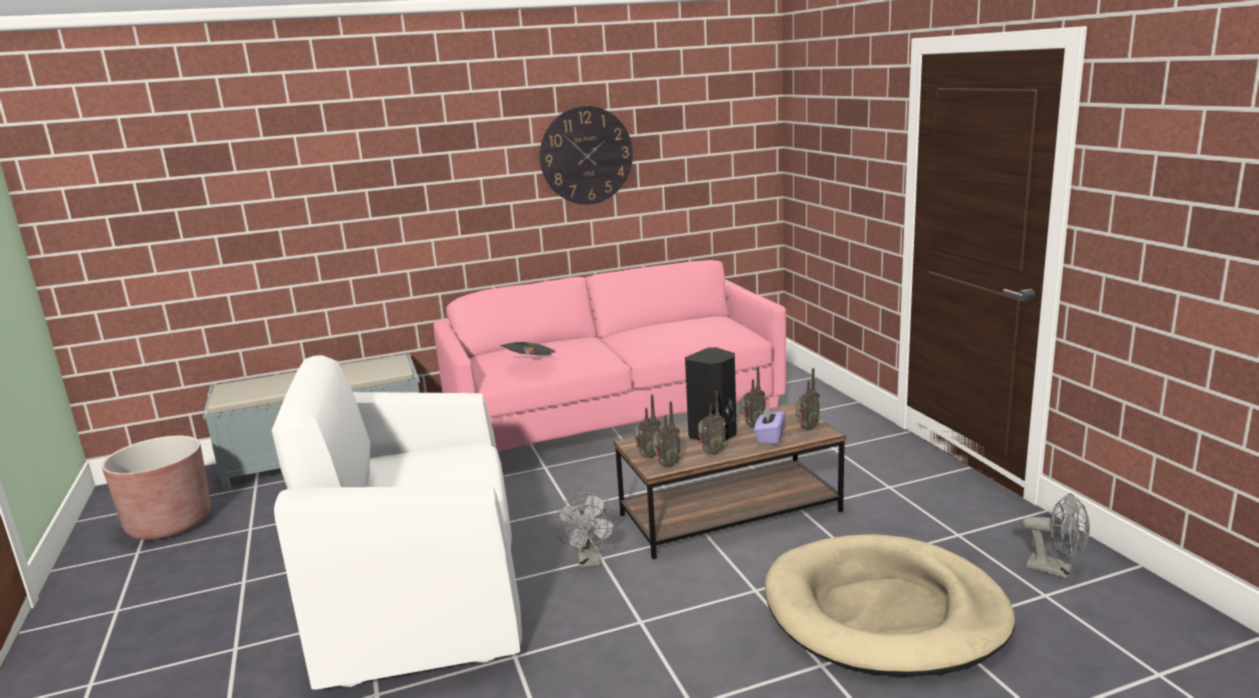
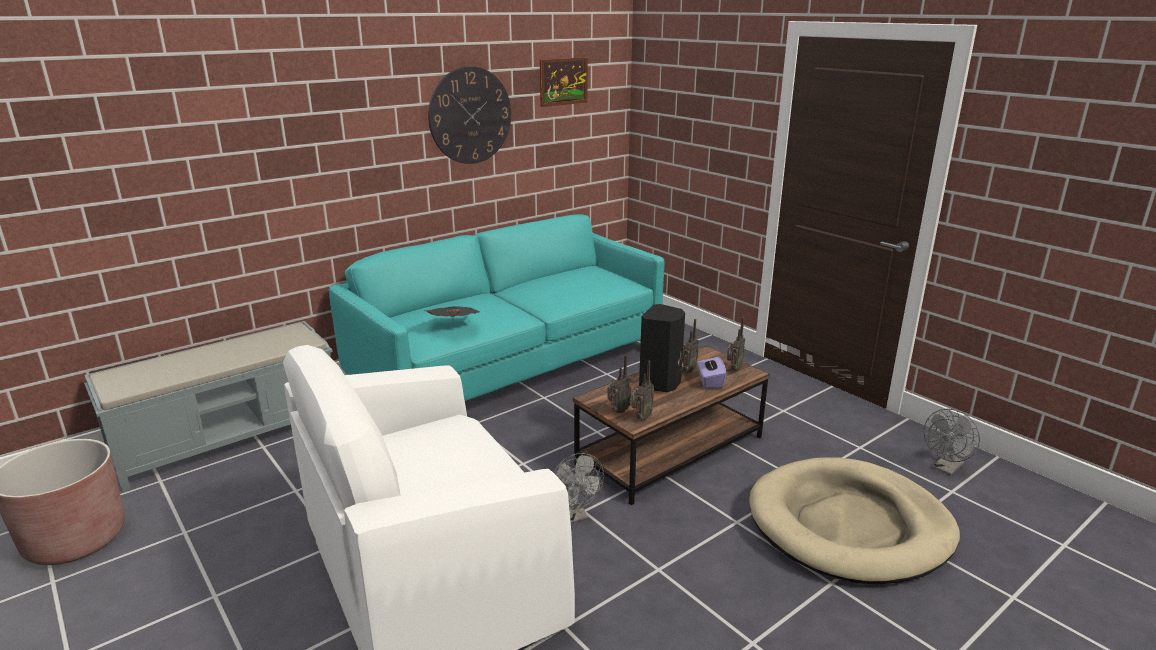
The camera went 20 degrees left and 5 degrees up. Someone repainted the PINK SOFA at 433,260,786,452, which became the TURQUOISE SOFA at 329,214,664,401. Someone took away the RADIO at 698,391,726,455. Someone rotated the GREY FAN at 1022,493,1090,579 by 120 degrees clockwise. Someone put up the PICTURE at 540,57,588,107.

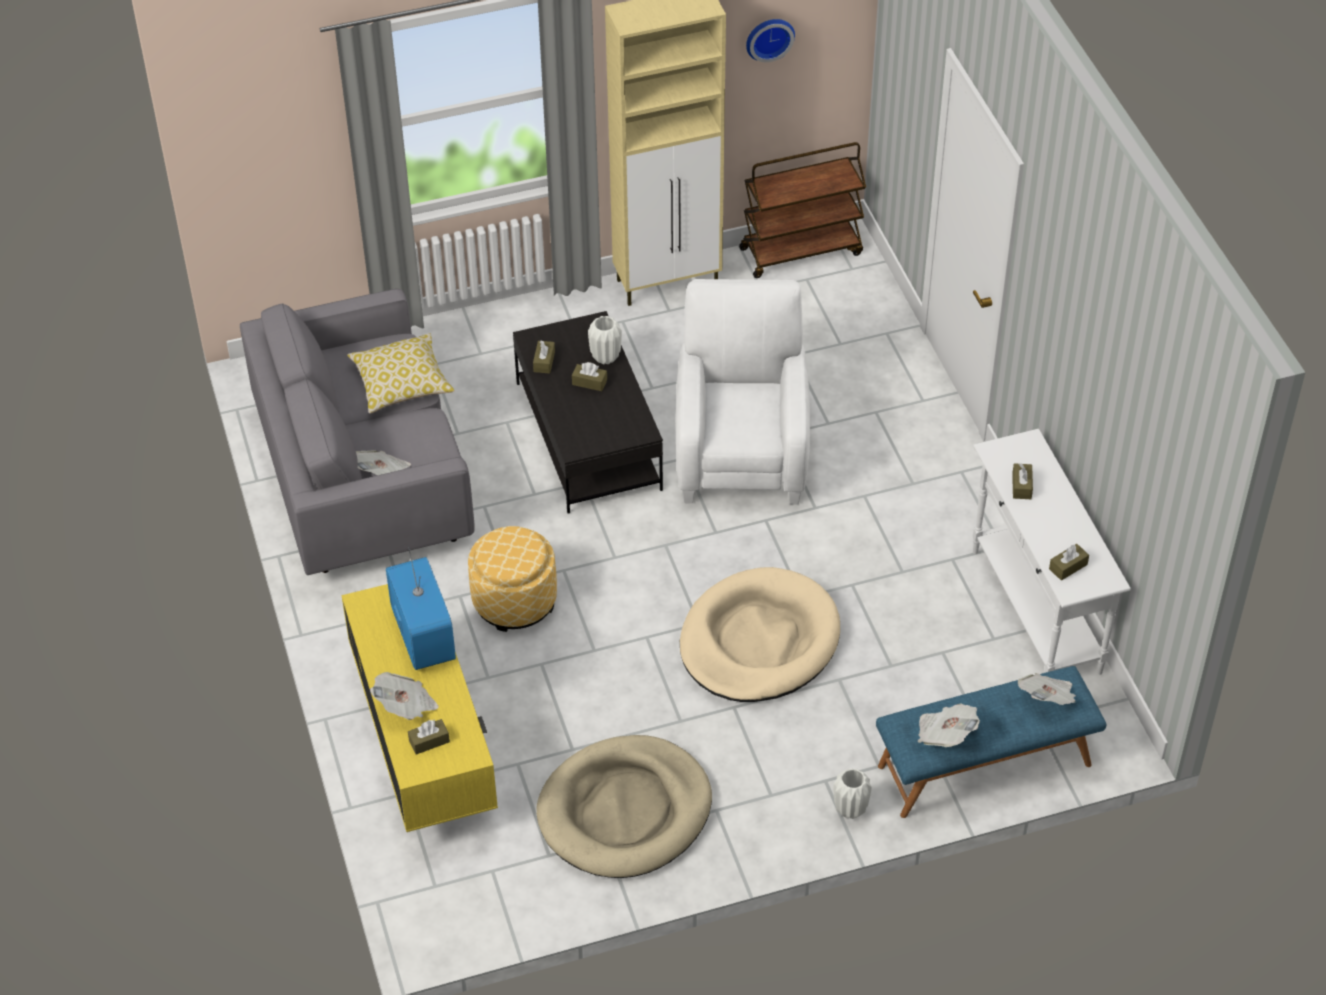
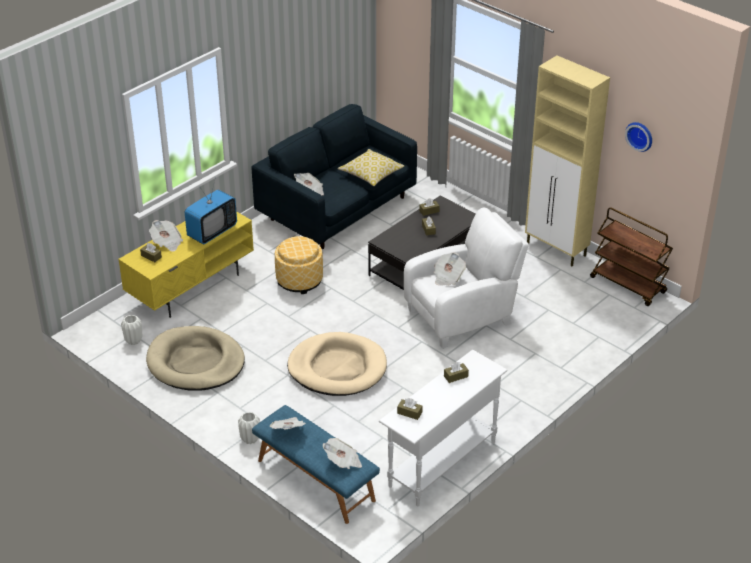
The camera went 60 degrees right and 10 degrees down. Someone repainted the GREY SOFA at 240,289,474,575, which became the BLUE SOFA at 252,104,417,249. Someone carried the WHITE VASE from 588,316,622,364 to 121,315,142,345. Someone put down the NEWSPAPER at 434,252,466,286.

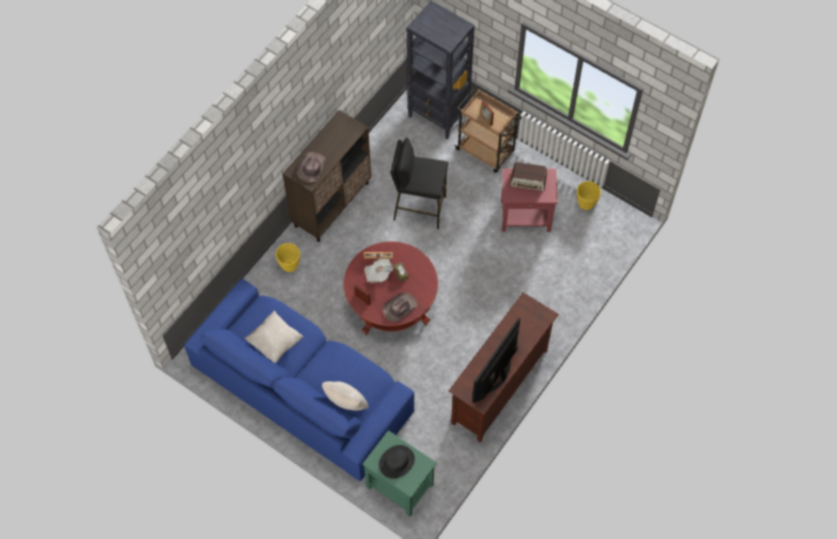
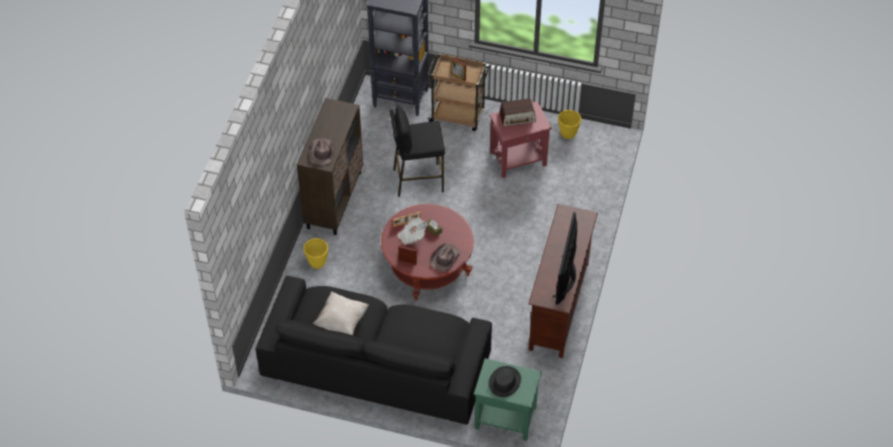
The camera went 20 degrees left and 10 degrees down. Someone repainted the BLUE SOFA at 184,279,414,481, which became the BLACK SOFA at 256,276,492,425. Someone took away the BEIGE PILLOW at 322,381,369,411.

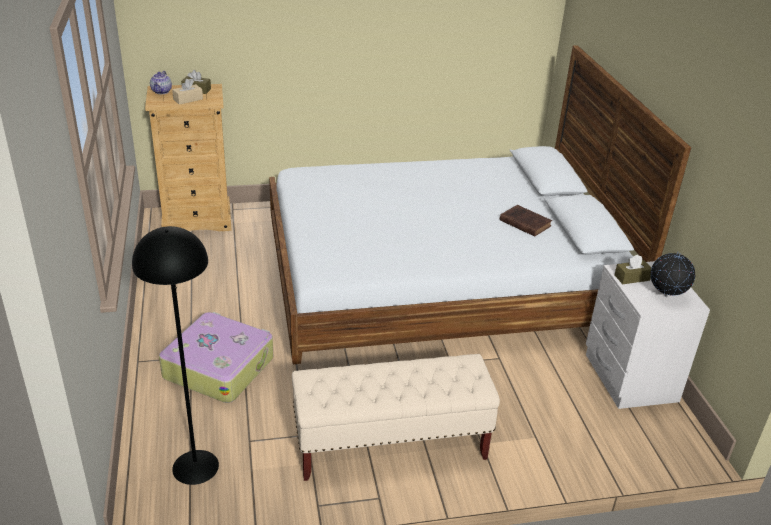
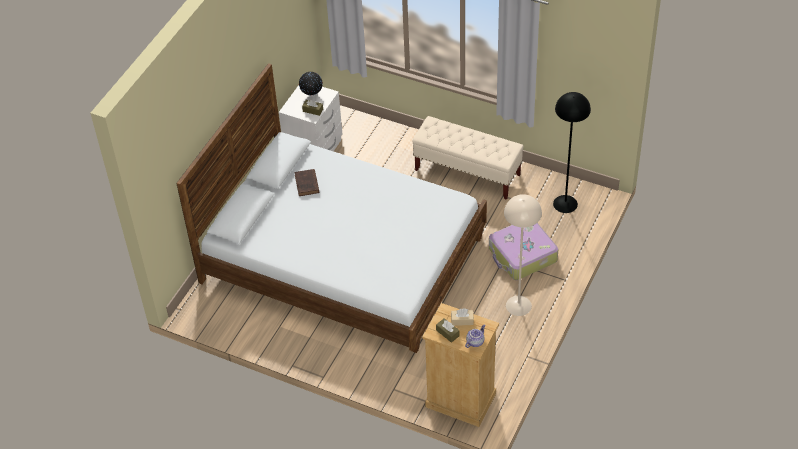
The camera went 140 degrees left and 15 degrees up. Someone put down the BEIGE FLOOR LAMP at 504,194,542,316.

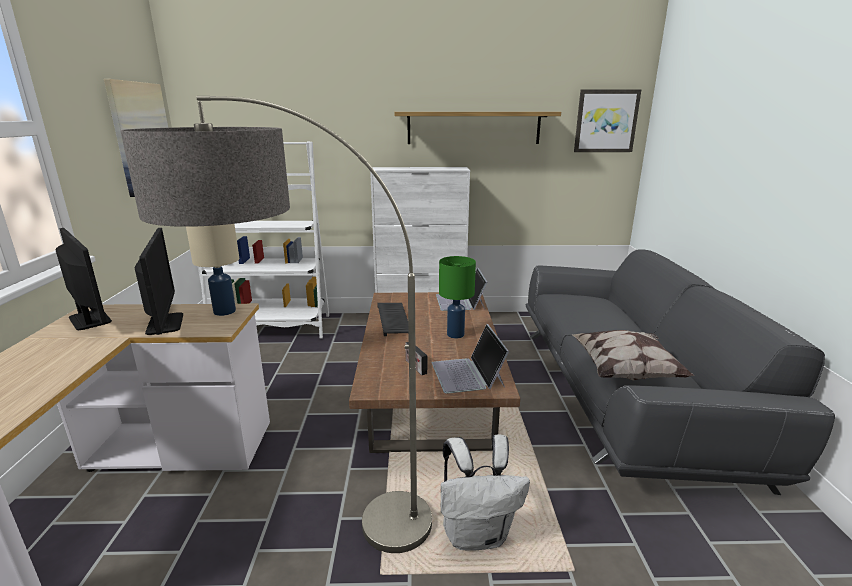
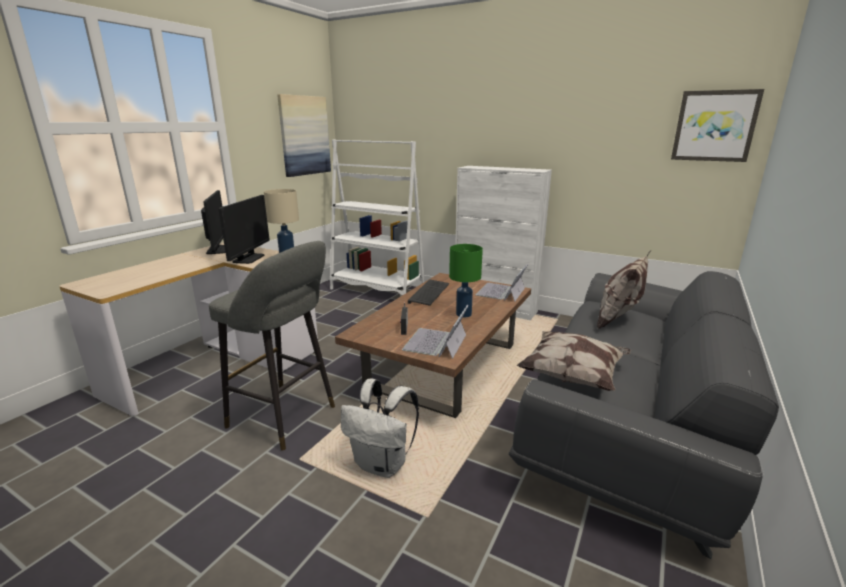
The camera went 30 degrees right and 0 degrees up. Someone swapped the FLOOR LAMP at 120,96,432,553 for the GREY STOOL at 209,241,335,451. Someone took away the SHELF at 394,112,561,144. Someone put down the PILLOW at 597,250,651,329.

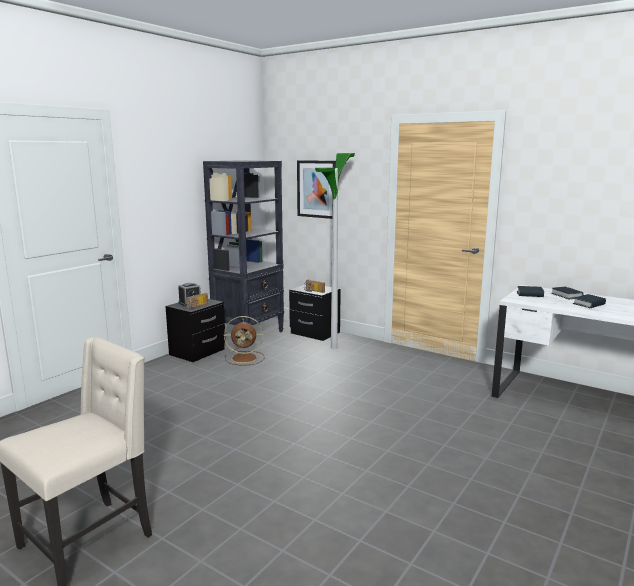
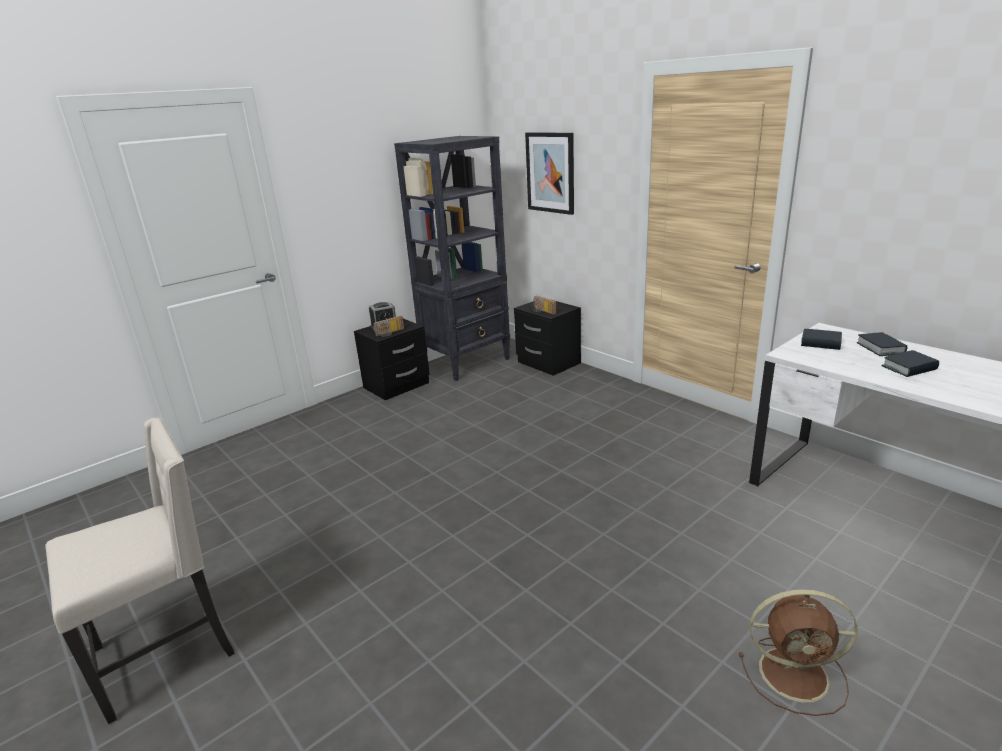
The camera went 15 degrees right and 10 degrees up. Someone took away the FLOOR LAMP at 315,153,355,349. Someone carried the BROWN FAN from 224,316,264,365 to 739,589,858,716.

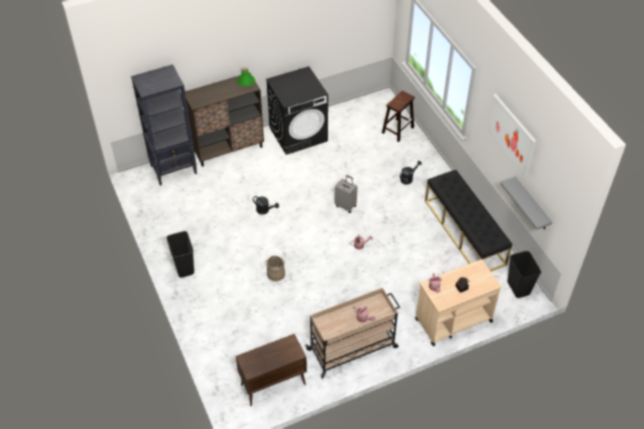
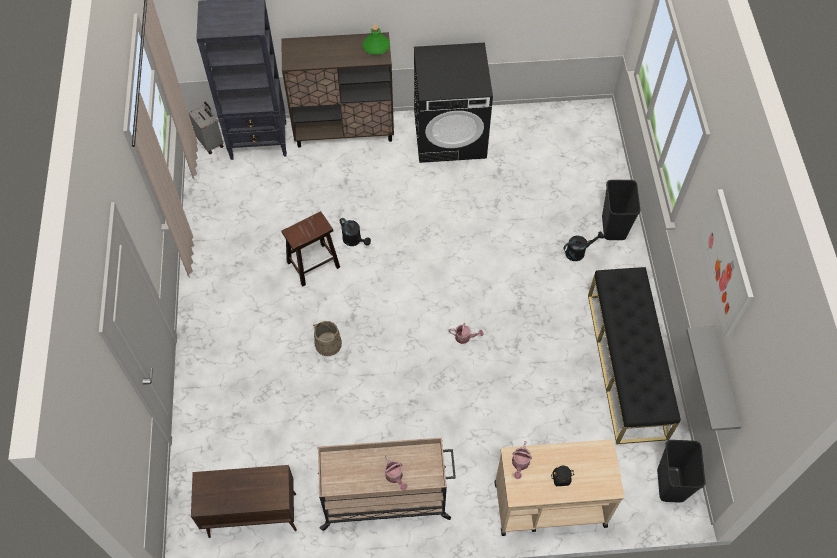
The camera went 20 degrees right and 10 degrees up. Someone carried the BROWN STOOL from 382,91,415,142 to 282,211,340,287. Someone carried the GREY SUITCASE from 335,175,357,213 to 188,102,224,154. Someone carried the BLACK TRASH CAN from 166,231,194,278 to 602,180,641,240.

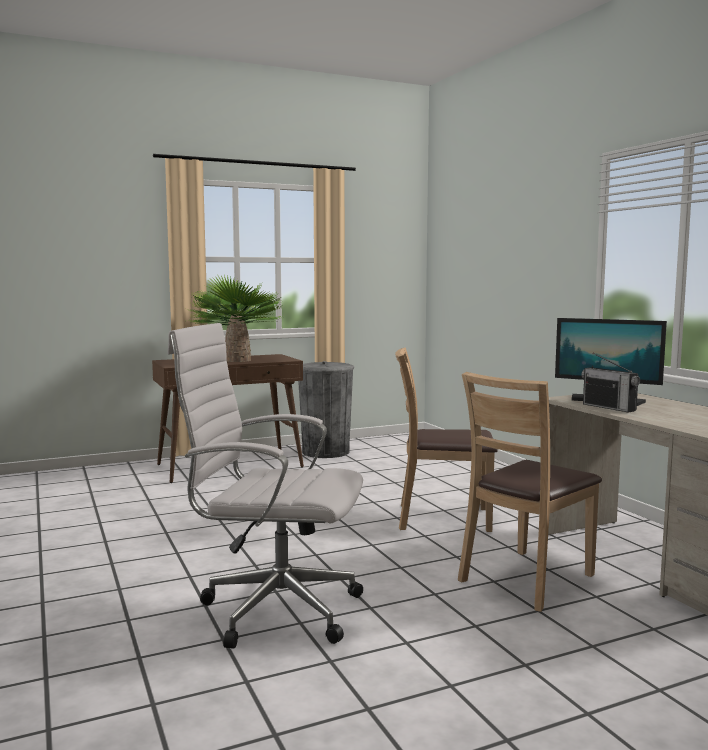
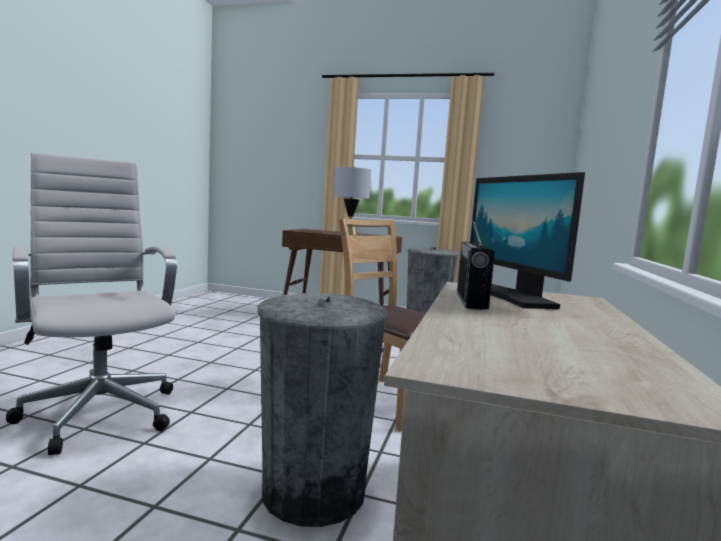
The camera went 40 degrees right and 0 degrees up. Someone swapped the POTTED PLANT at 188,274,283,362 for the GREY TABLE LAMP at 334,166,371,235. Someone swapped the BROWN CHAIR at 458,372,602,612 for the GREY TRASH CAN at 257,293,389,527.

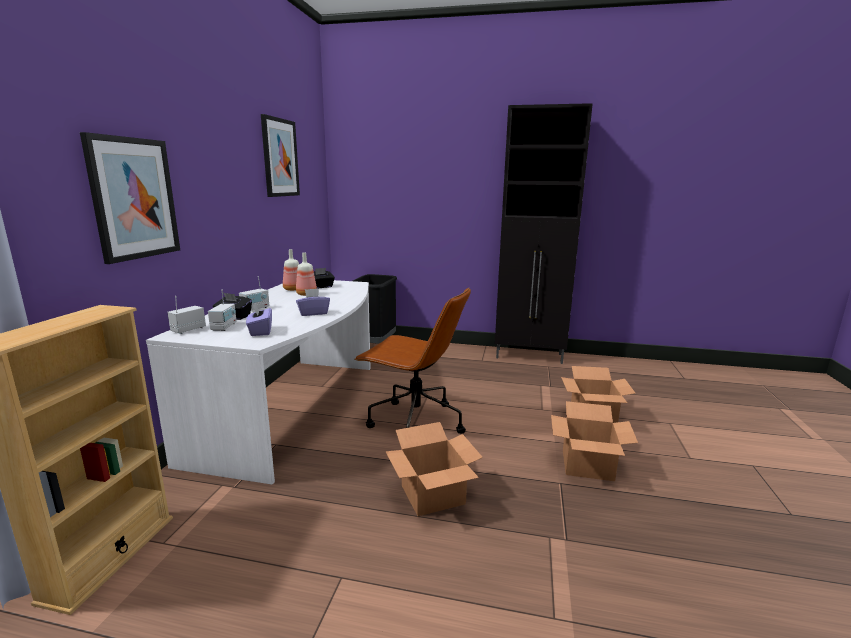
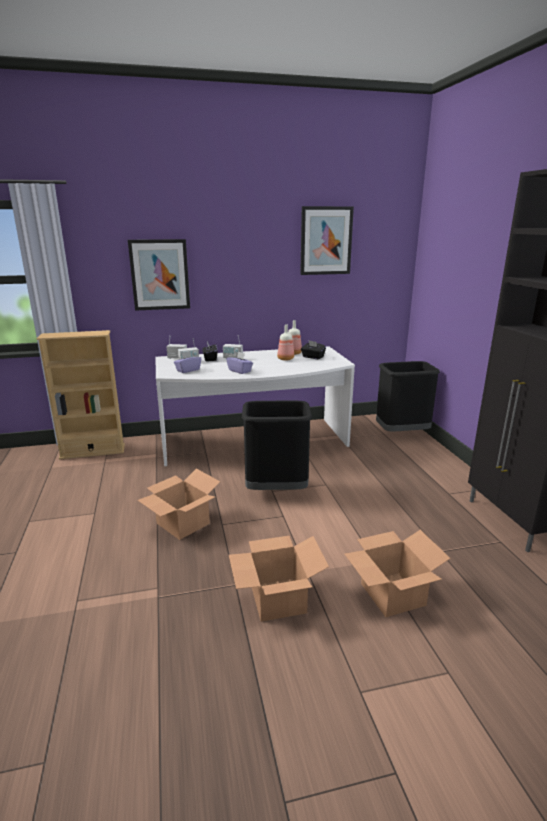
The camera went 65 degrees right and 5 degrees up. Someone swapped the BROWN OFFICE CHAIR at 355,287,471,434 for the BLACK TRASH CAN at 242,400,312,490.

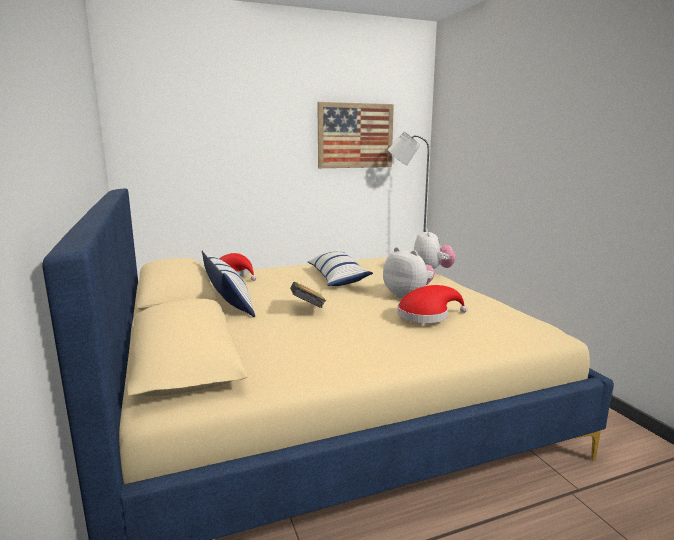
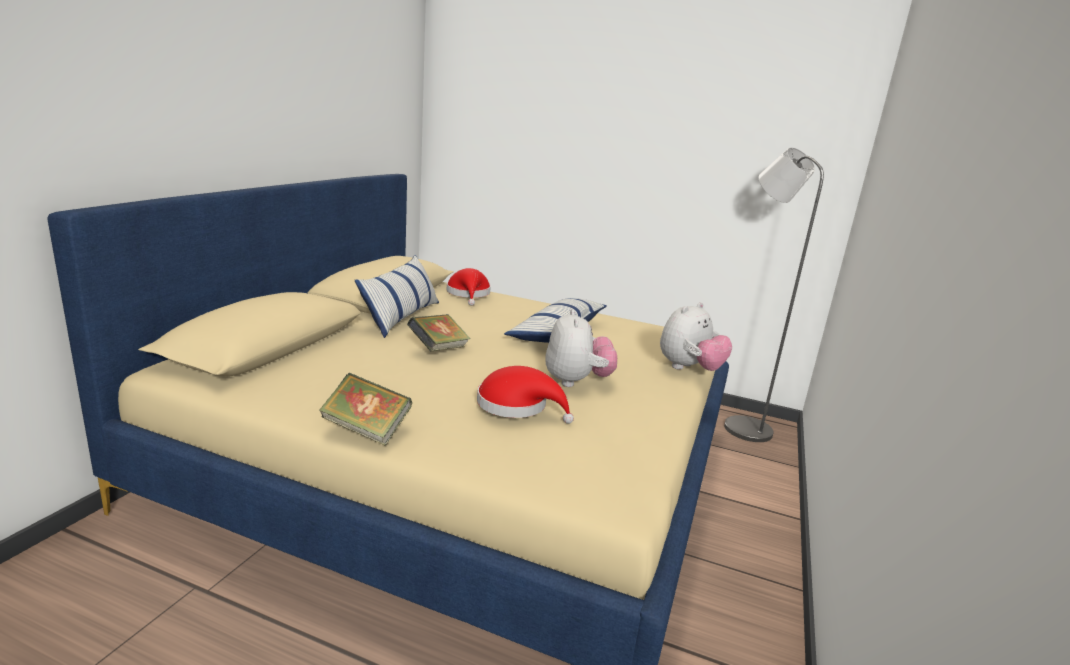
The camera went 40 degrees right and 5 degrees up. Someone took away the PICTURE at 317,102,394,168. Someone put down the BOOK at 319,373,412,446.

